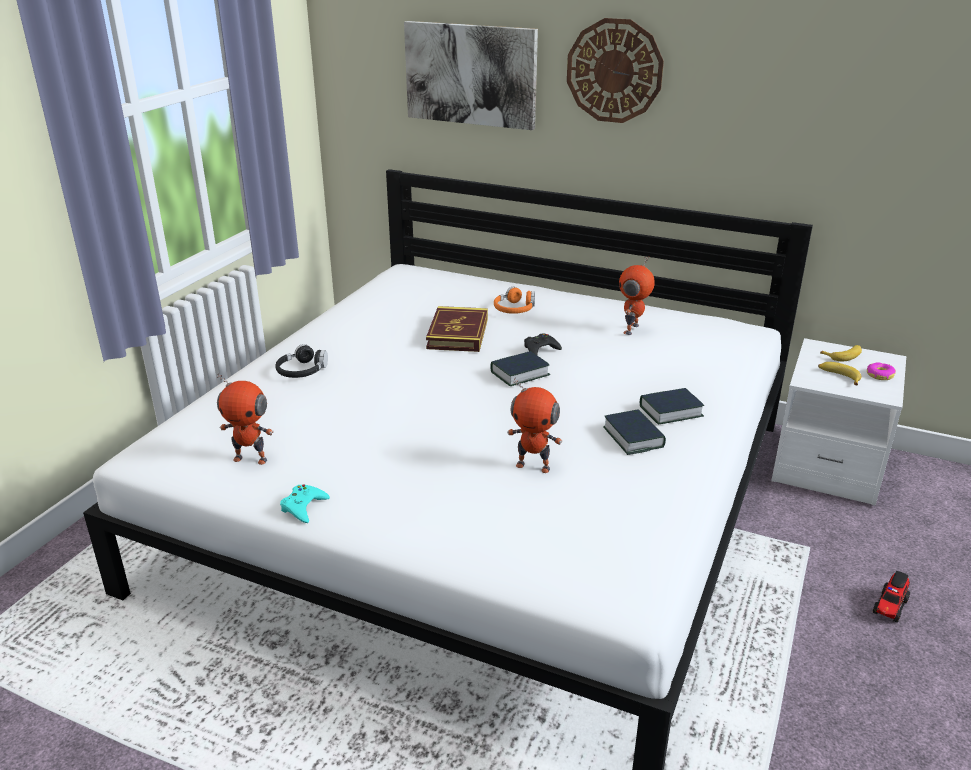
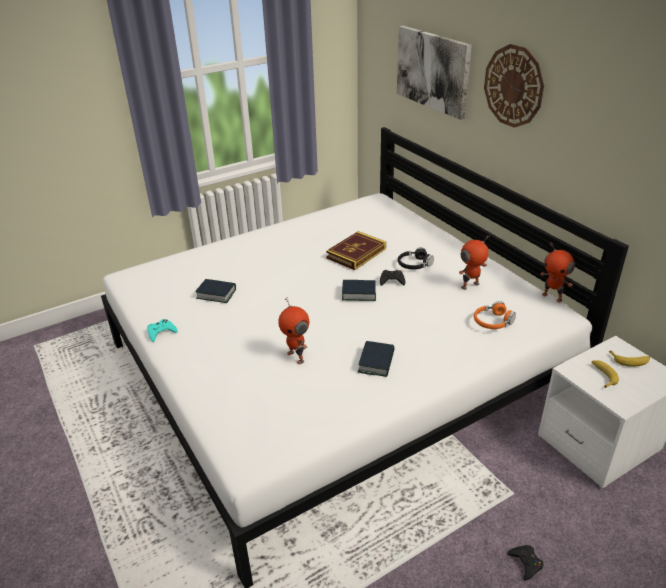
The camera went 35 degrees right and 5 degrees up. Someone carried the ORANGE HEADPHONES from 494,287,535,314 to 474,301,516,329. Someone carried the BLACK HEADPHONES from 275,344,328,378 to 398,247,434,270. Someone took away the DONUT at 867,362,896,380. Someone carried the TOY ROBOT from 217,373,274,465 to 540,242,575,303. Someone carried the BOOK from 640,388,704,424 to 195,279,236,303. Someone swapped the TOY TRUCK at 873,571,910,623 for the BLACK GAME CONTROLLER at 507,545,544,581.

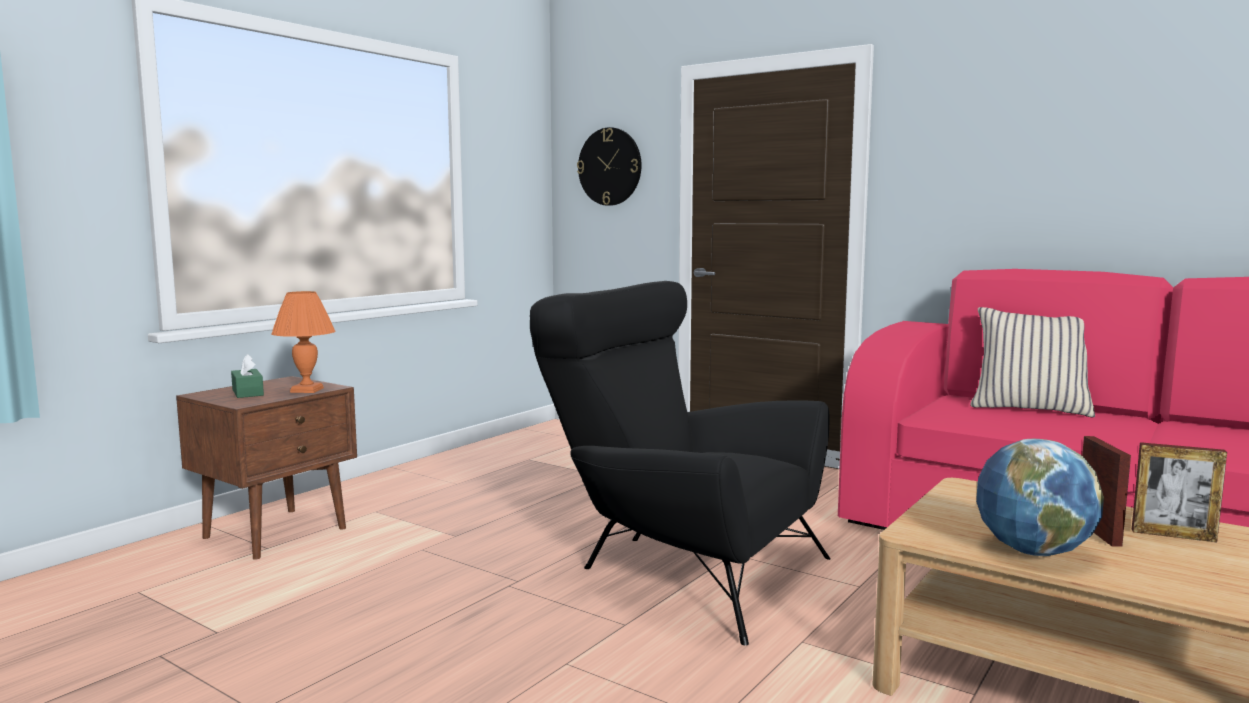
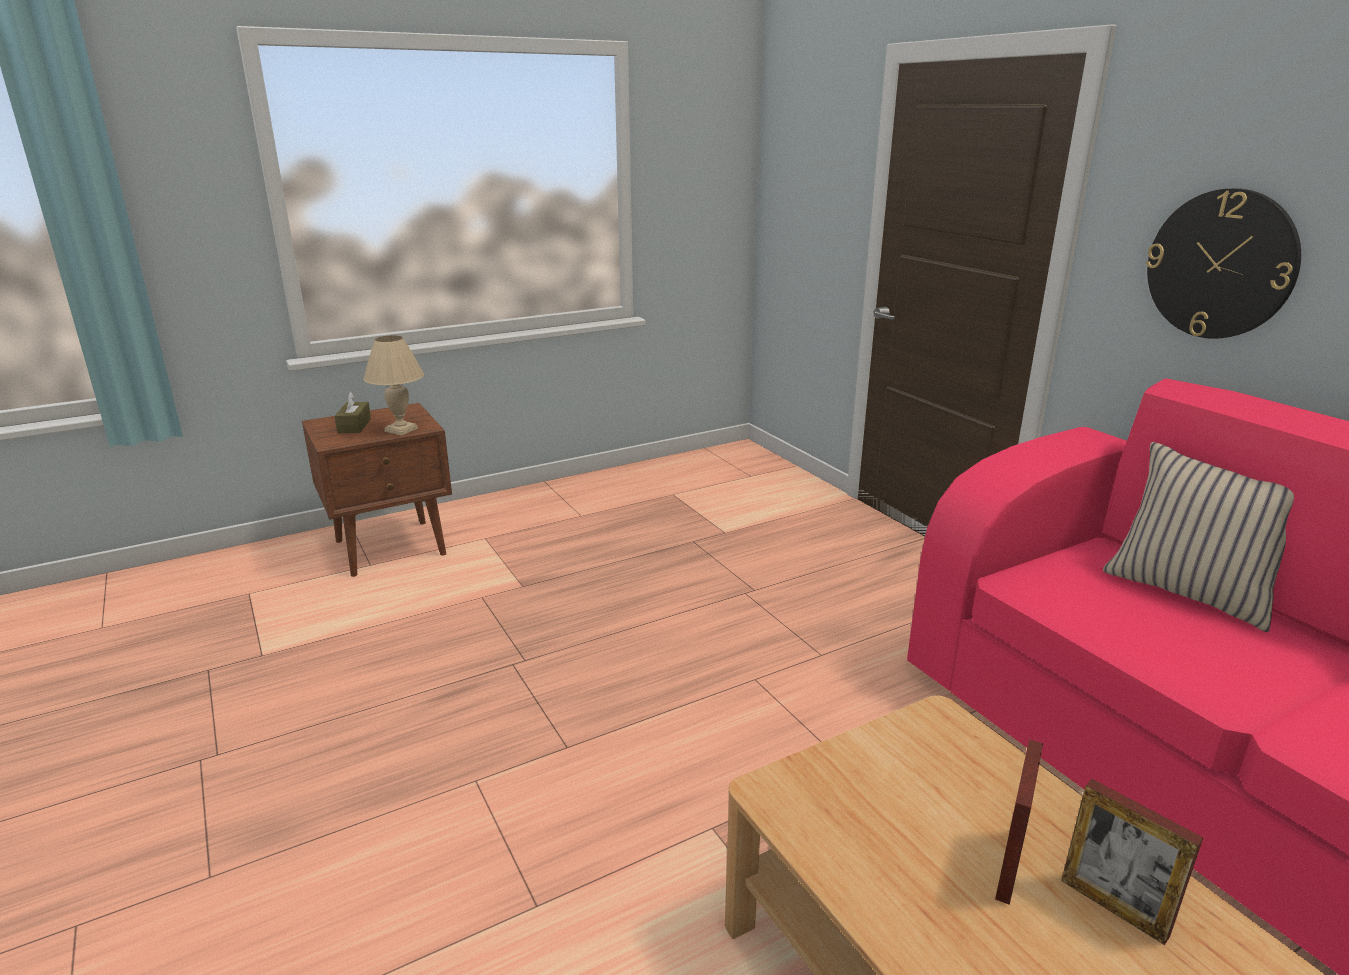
The camera went 25 degrees right and 15 degrees up. Someone carried the WALL CLOCK from 577,127,642,206 to 1146,188,1301,339. Someone took away the BLACK ARMCHAIR at 530,281,830,645. Someone repainted the ORANGE TABLE LAMP at 271,291,335,393, which became the BEIGE TABLE LAMP at 363,335,424,436. Someone repainted the GREEN TISSUE BOX at 231,354,264,398, which became the BROWN TISSUE BOX at 335,391,371,433. Someone took away the GLOBE at 976,439,1104,556.

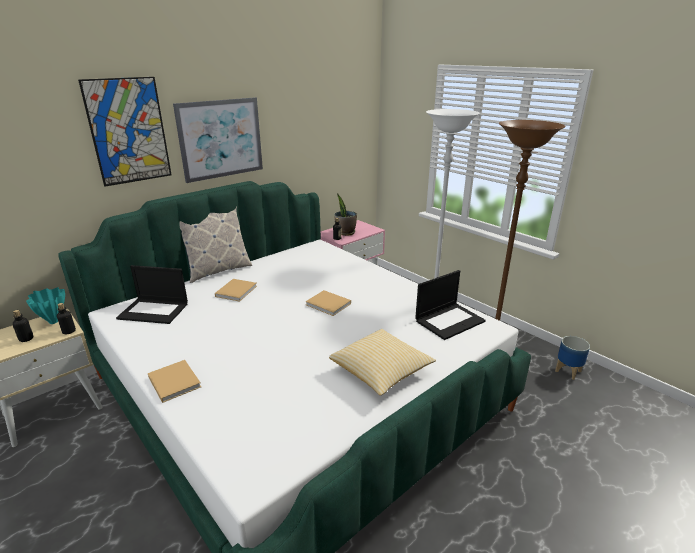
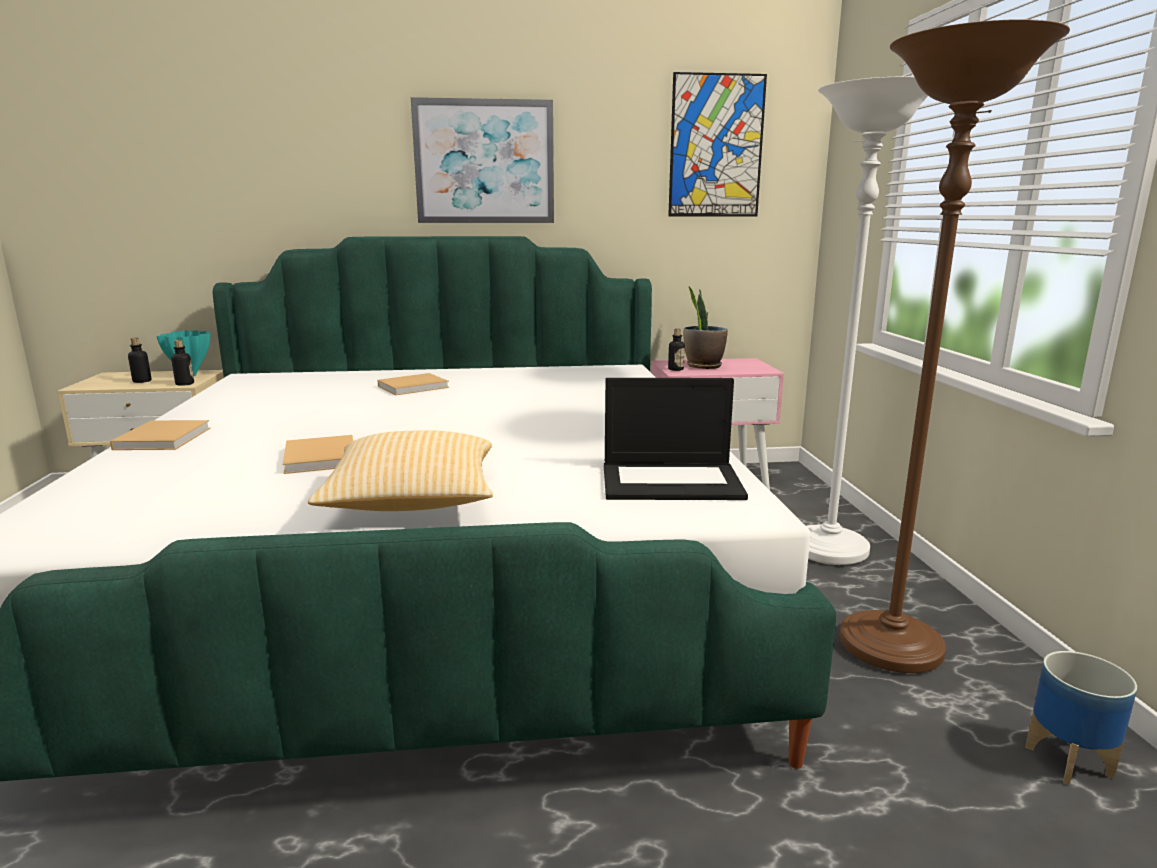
The camera went 35 degrees right and 10 degrees down. Someone carried the PICTURE from 78,77,172,187 to 668,72,767,217. Someone took away the PILLOW at 179,206,252,283. Someone took away the LAPTOP at 116,265,188,324. Someone carried the BEIGE BOOK from 305,290,351,316 to 283,435,353,474.

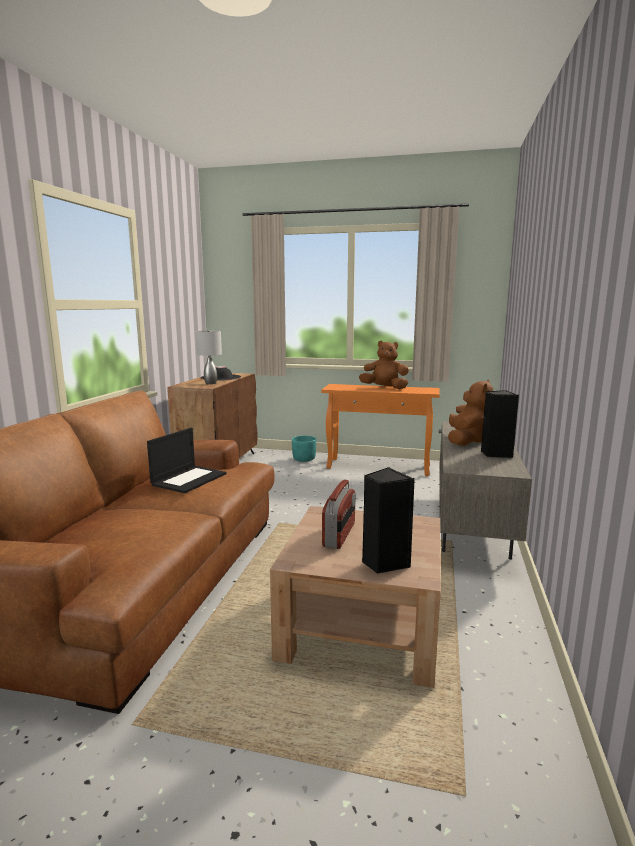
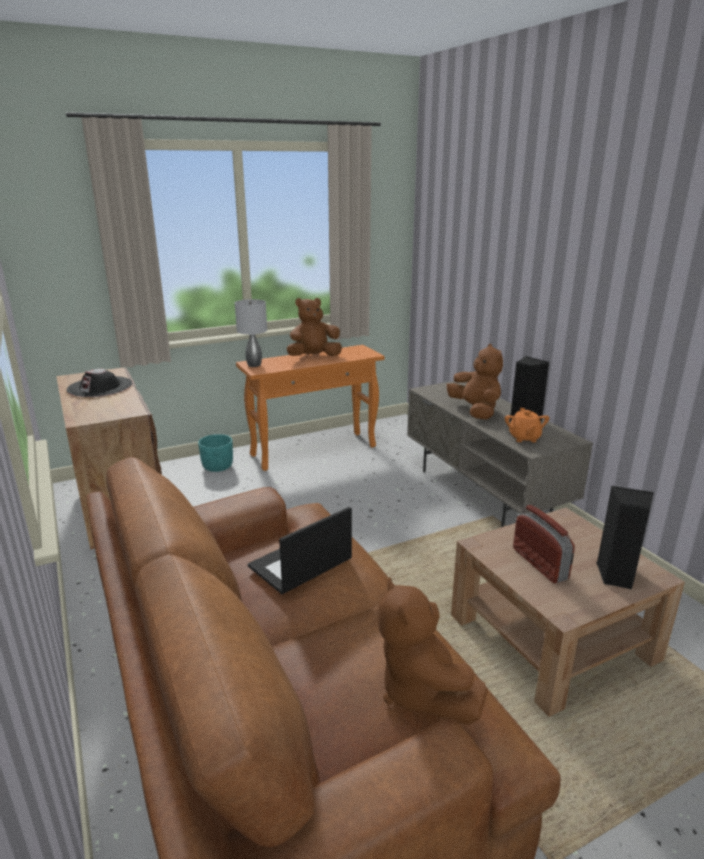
The camera went 40 degrees left and 10 degrees up. Someone carried the GREY TABLE LAMP from 196,330,222,384 to 235,299,267,367. Someone rotated the LAPTOP at 147,428,226,493 by 120 degrees counterclockwise. Someone put down the ORANGE TEAPOT at 505,408,549,442. Someone put down the BROWN PLUSH TOY at 378,577,487,725.

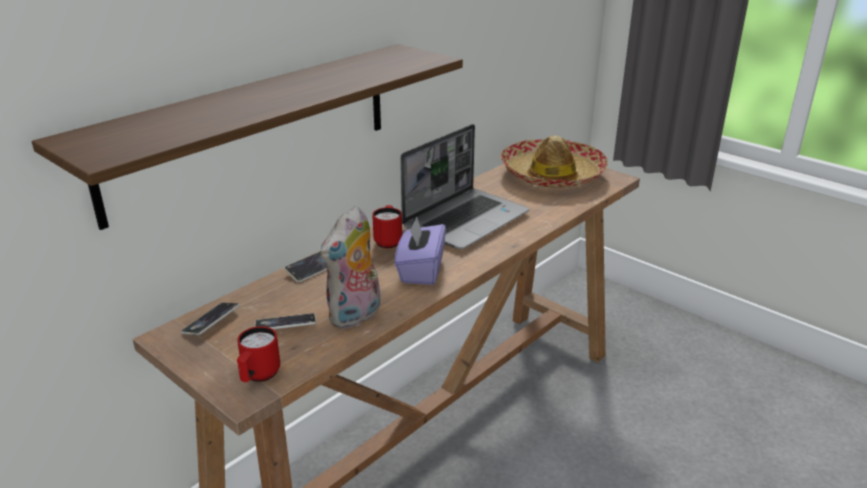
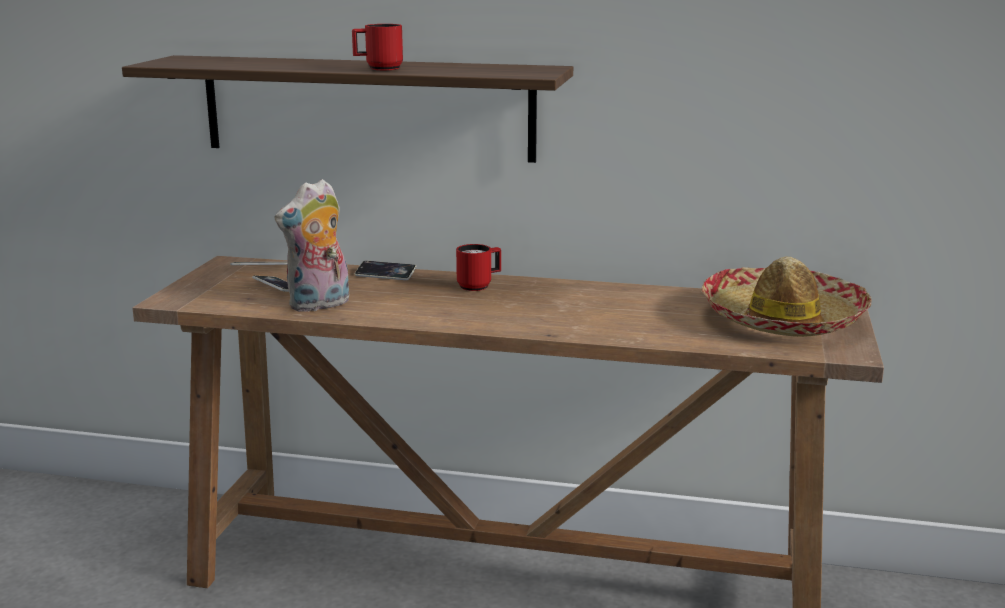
The camera went 60 degrees right and 10 degrees down. Someone took away the LAPTOP at 400,124,529,249. Someone rotated the PLUSH TOY at 320,206,380,329 by 45 degrees counterclockwise. Someone took away the PURPLE TISSUE BOX at 394,216,446,285. Someone carried the RED MUG from 237,326,280,382 to 352,24,403,70.

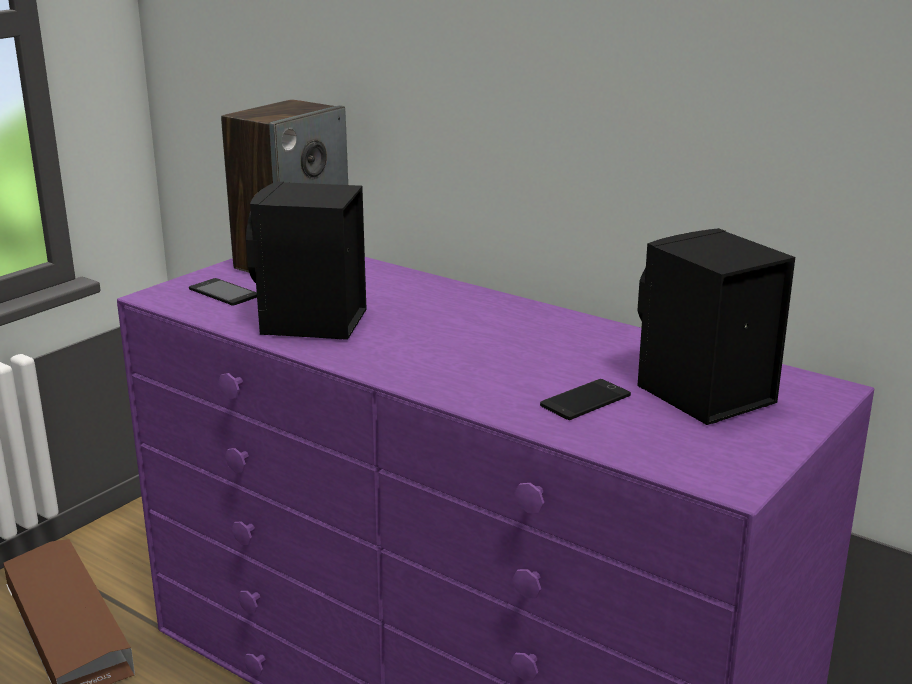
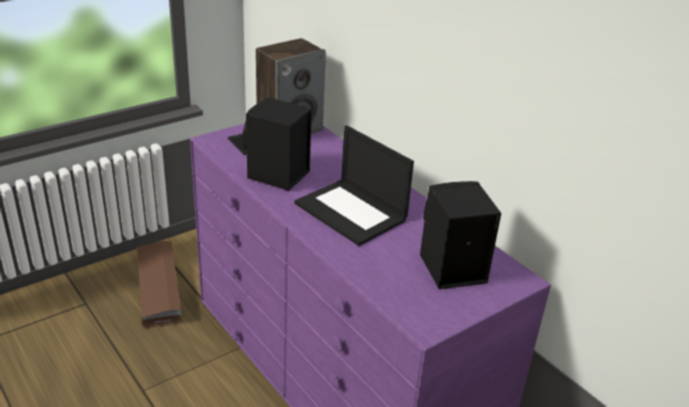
The camera went 15 degrees right and 10 degrees up. Someone took away the PHONE at 540,379,631,420. Someone put down the LAPTOP at 295,126,414,246.

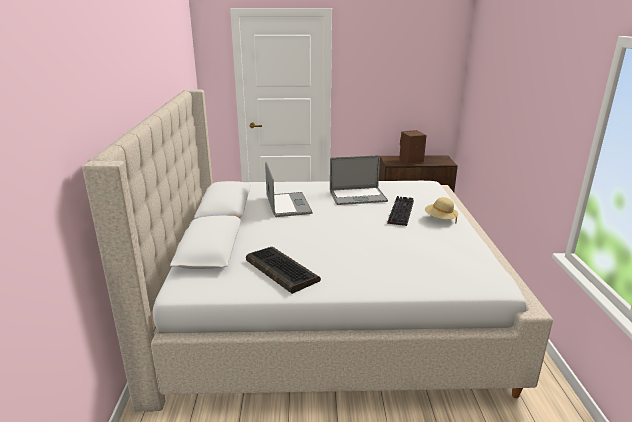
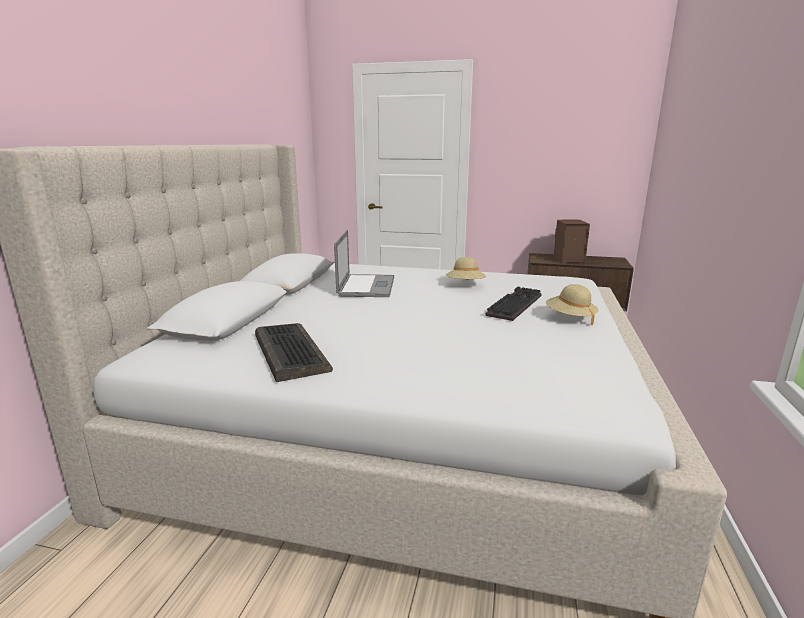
The camera went 15 degrees right and 5 degrees down. Someone swapped the LAPTOP at 330,155,388,205 for the BEIGE HAT at 446,257,486,280.

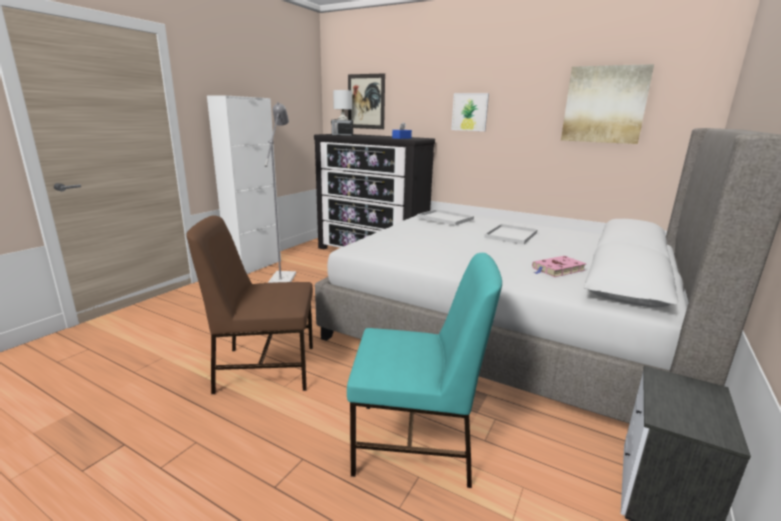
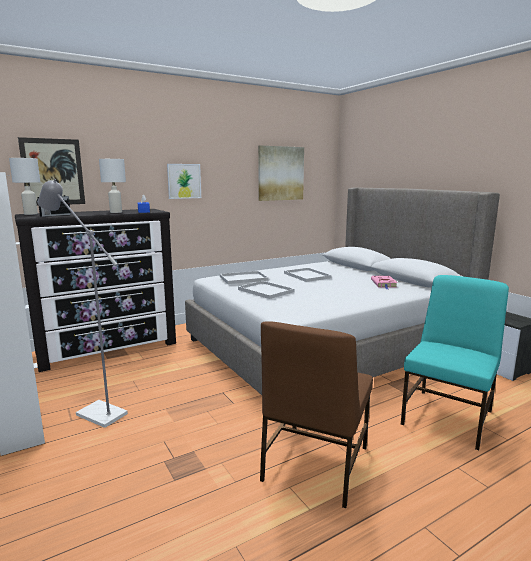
The camera went 60 degrees left and 5 degrees down. Someone put down the WHITE TABLE LAMP at 99,159,126,213. Someone put down the WHITE TRAY at 238,281,294,299.

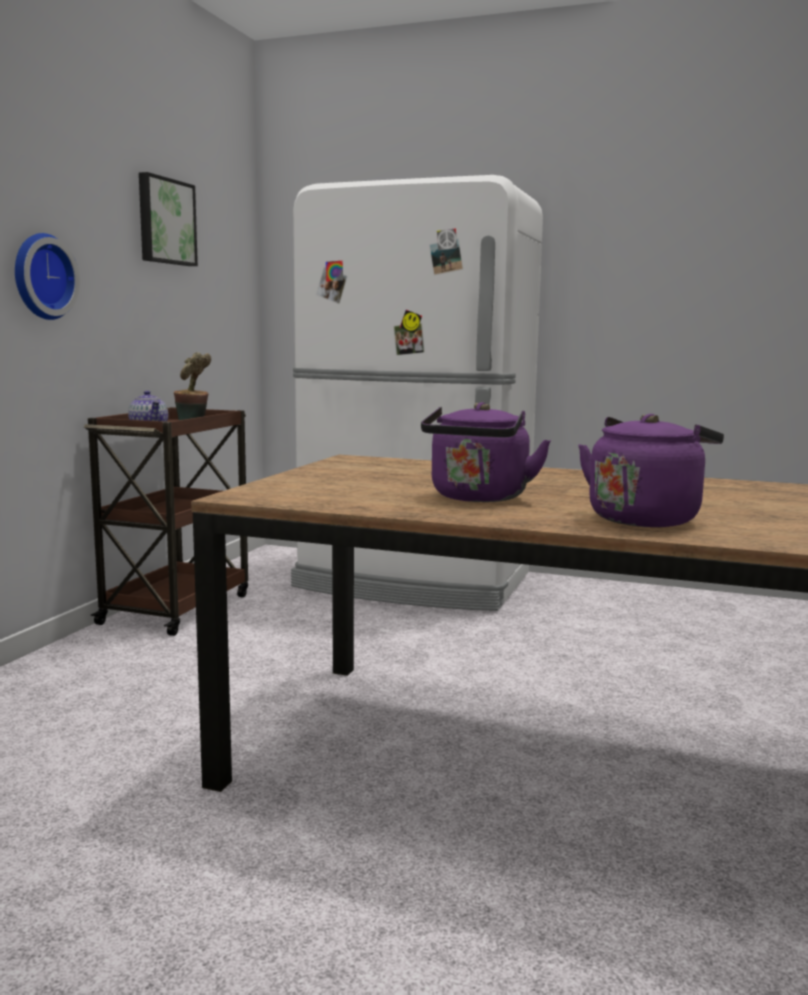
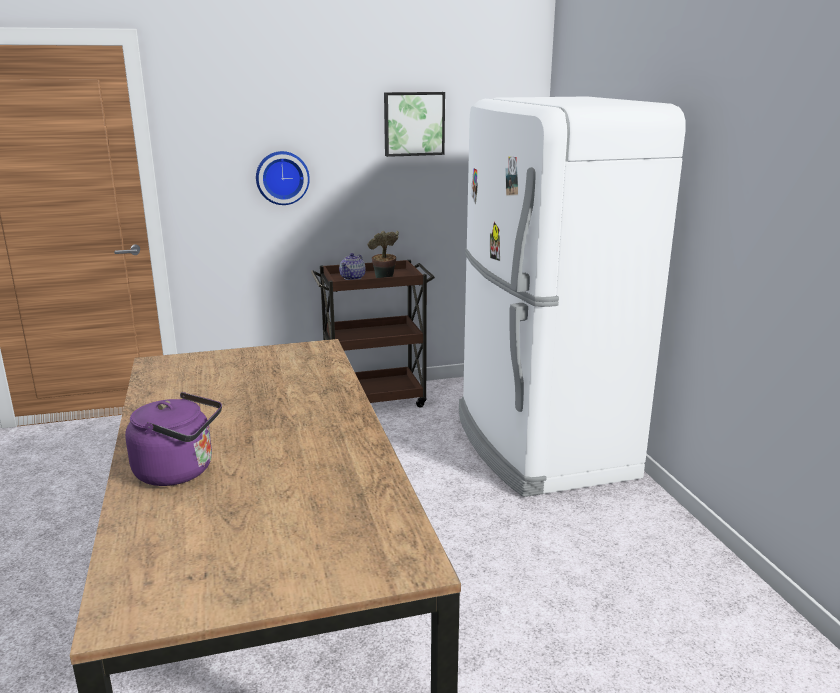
The camera went 55 degrees right and 10 degrees up. Someone took away the PURPLE KETTLE at 421,402,551,502.

